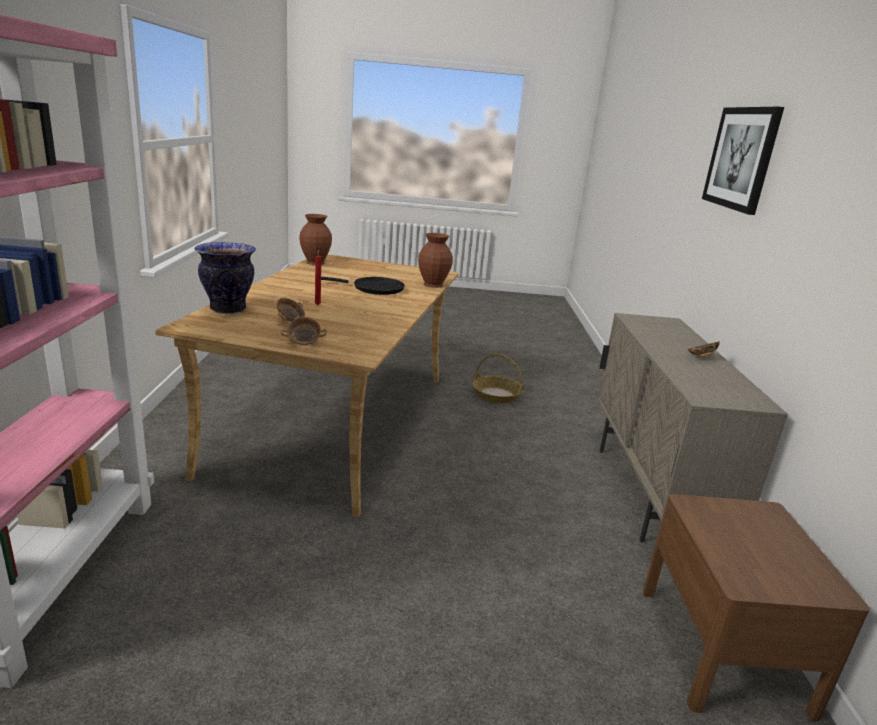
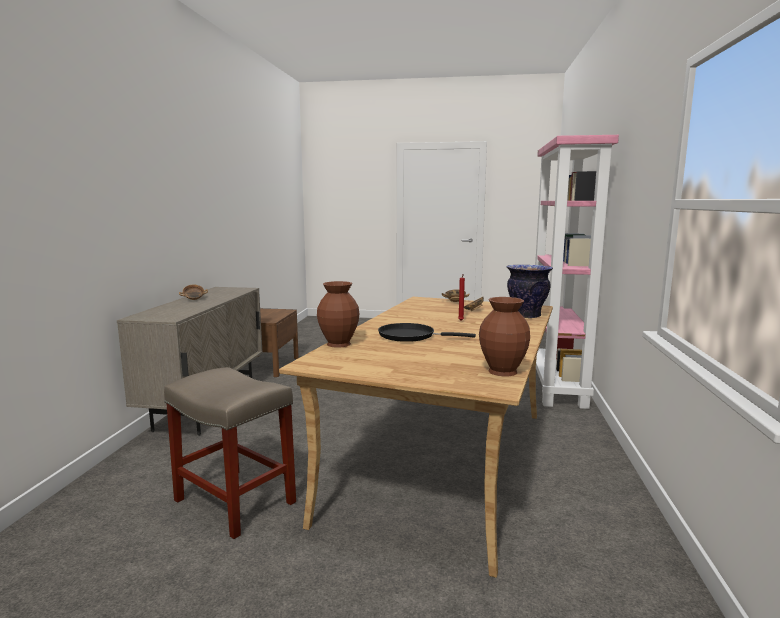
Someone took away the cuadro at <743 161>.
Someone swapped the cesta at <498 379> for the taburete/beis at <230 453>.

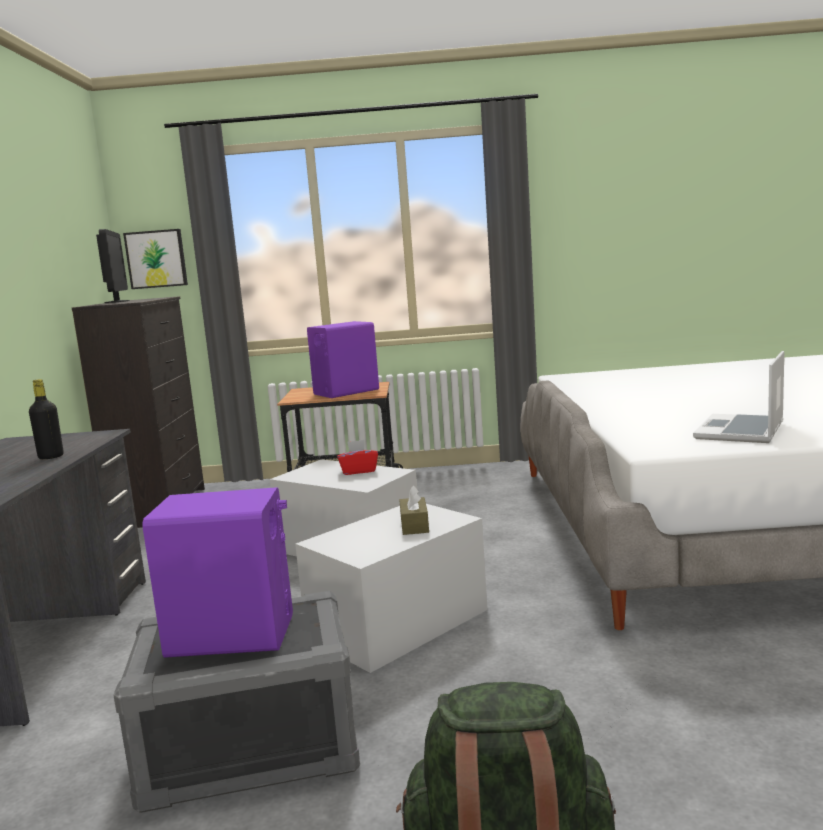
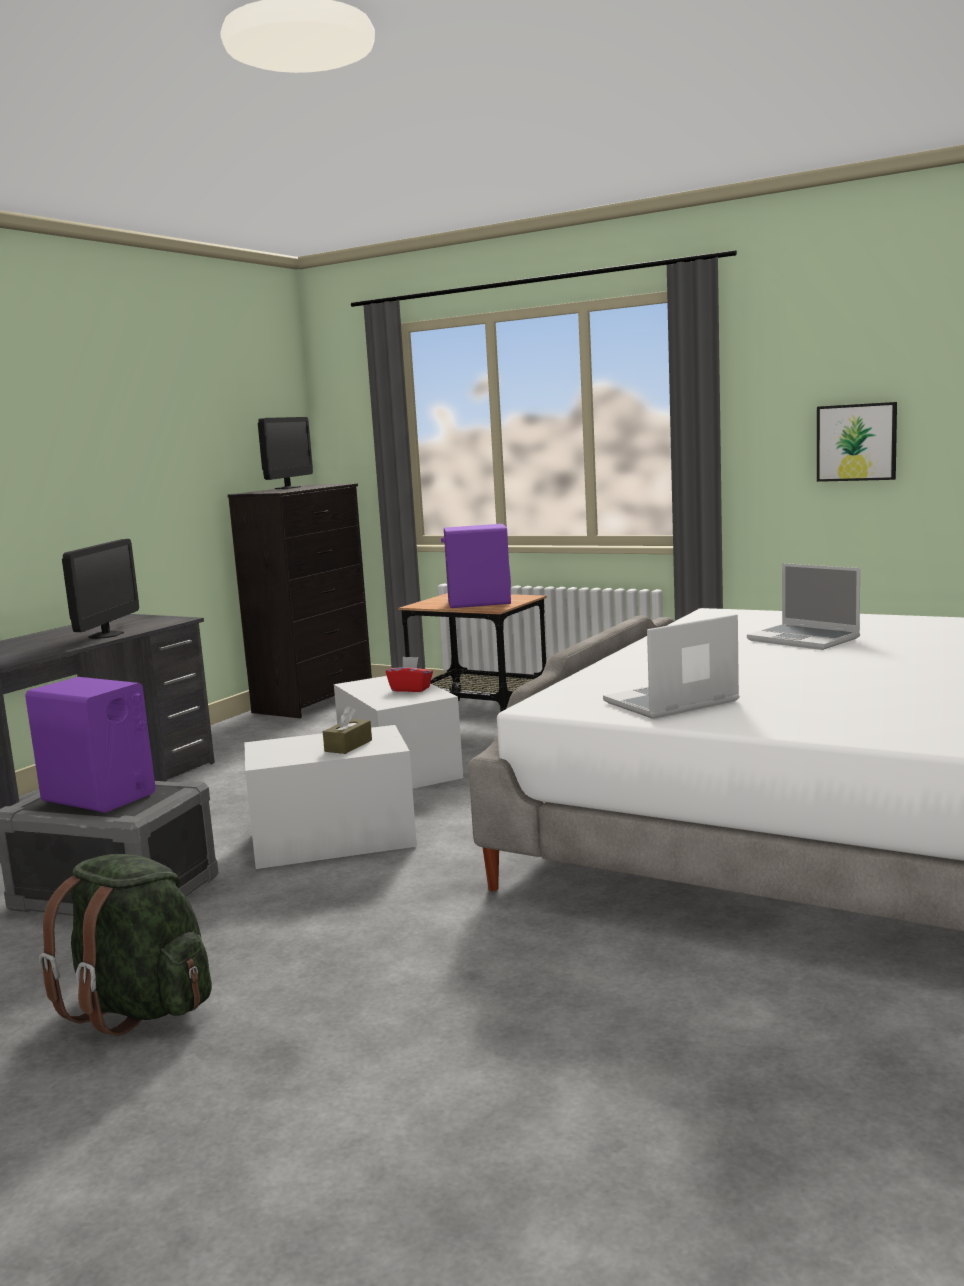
Someone put down the portátil at <803 606>.
Someone carried the cuadro from <155 259> to <857 442>.
Someone swapped the botella/negro at <46 419> for the monitor at <100 589>.

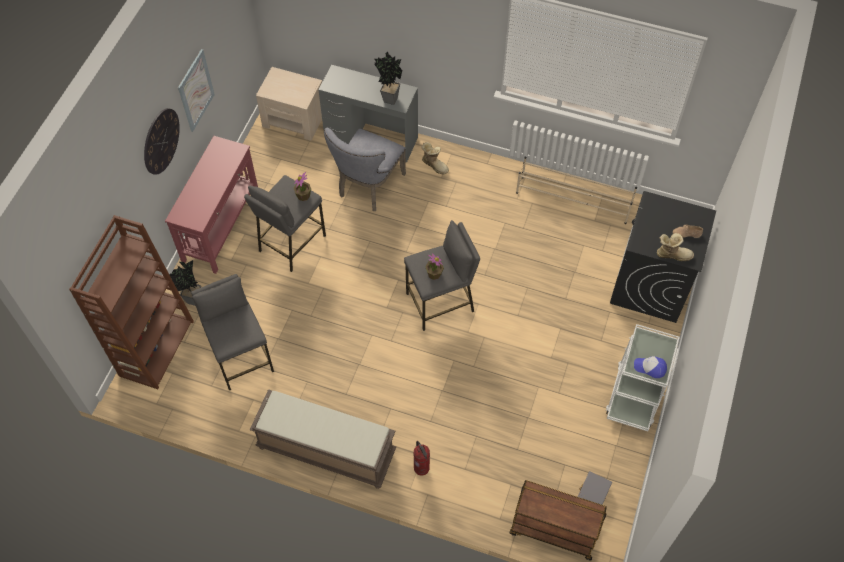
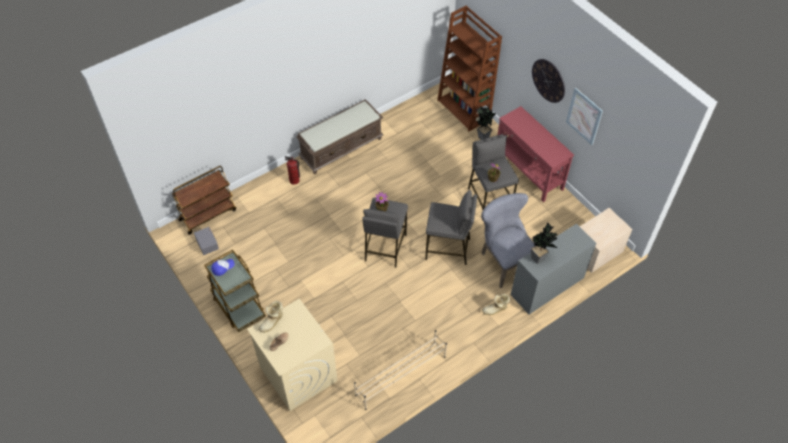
Someone carried the taburete/gris from <232 332> to <451 227>.
Someone repainted the carrito/blanco at <643 377>, which became the carrito/marrón at <235 290>.
Someone repainted the lavadora/negro at <663 257>, which became the lavadora/beis at <292 355>.

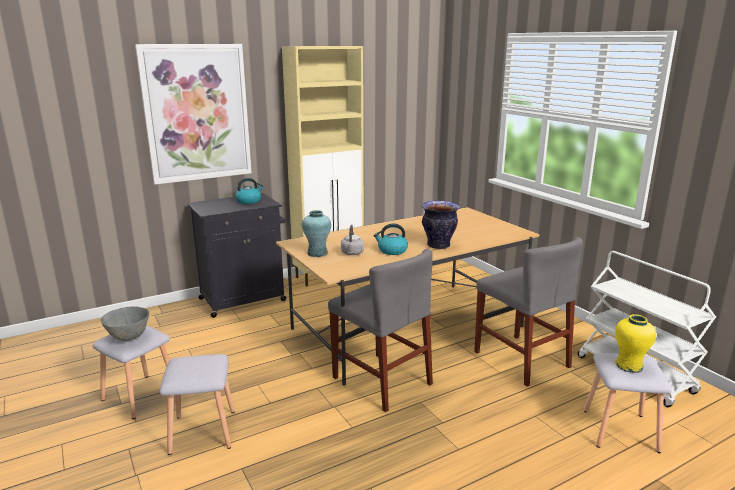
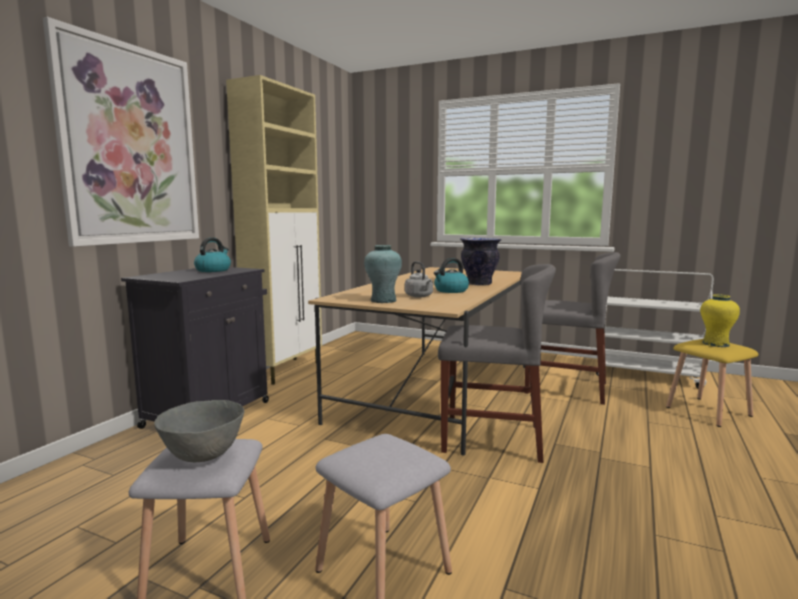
Someone repainted the taburete/gris at <628 403>, which became the taburete/amarillo at <712 383>.

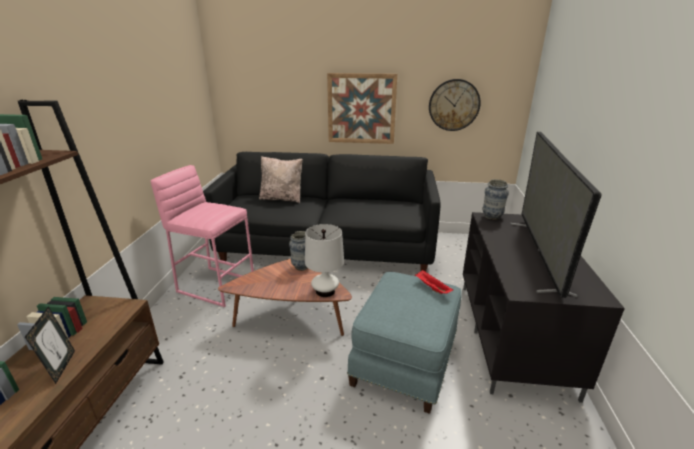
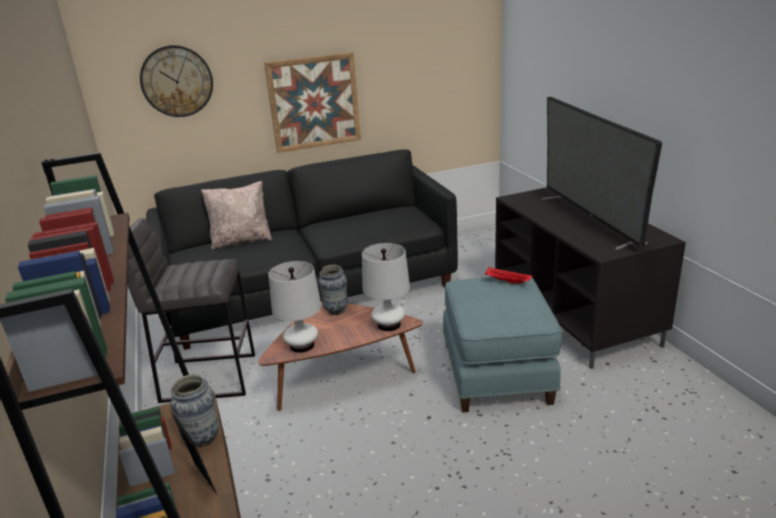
Someone put down the lámpara de mesa/blanco at <294 307>.
Someone carried the reloj de pared from <455 105> to <176 81>.
Someone carried the florero from <495 199> to <194 411>.
Someone repainted the taburete/rosa at <202 236>, which became the taburete/gris at <191 310>.

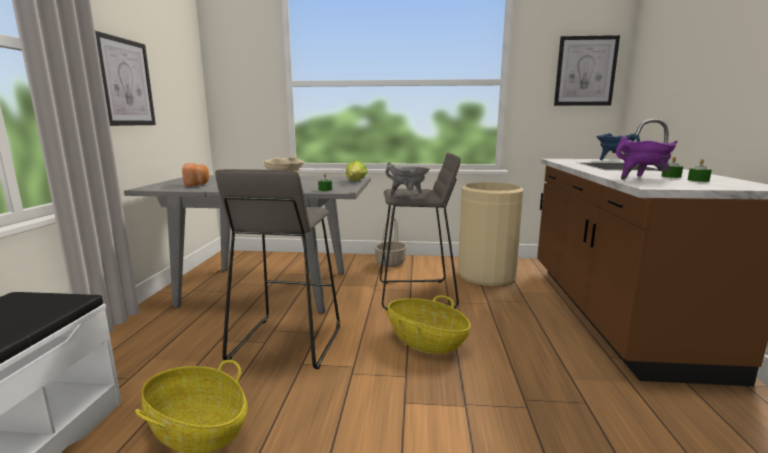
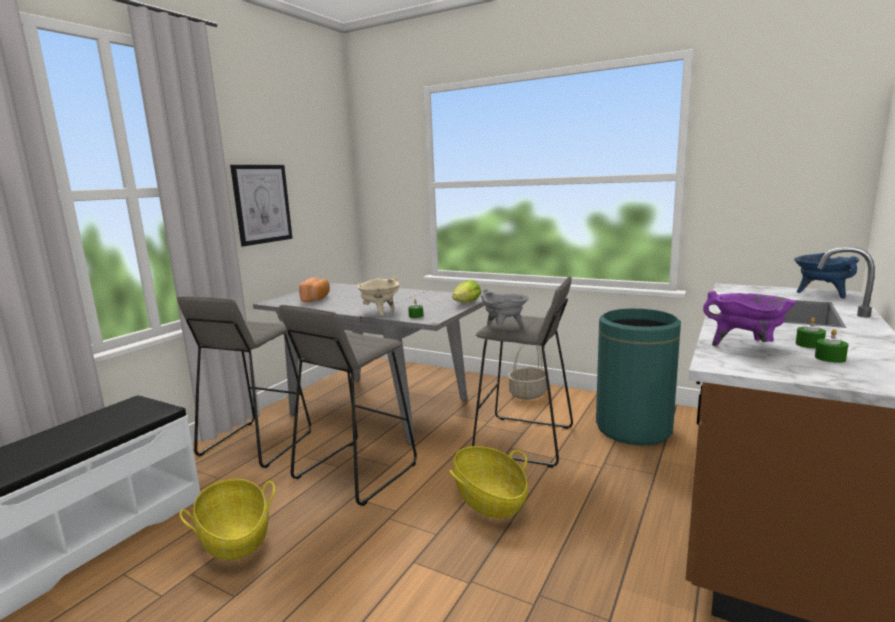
Someone took away the cuadro at <587 70>.
Someone put down the taburete/gris at <244 382>.
Someone repainted the papelera/beis at <490 234>, which became the papelera/verde at <638 377>.

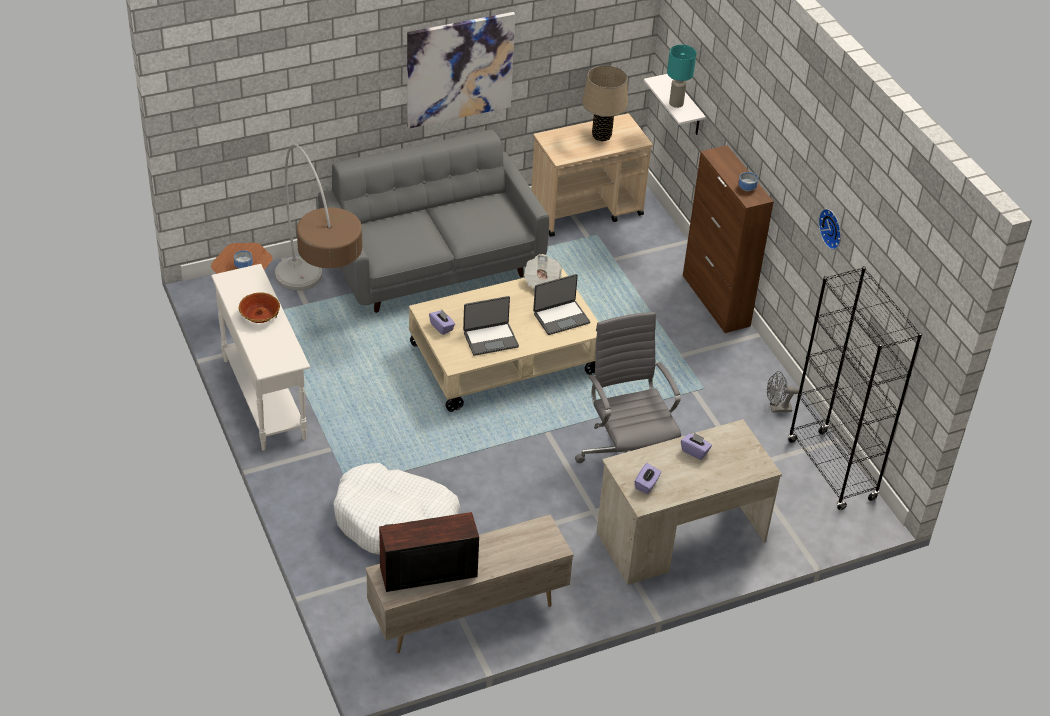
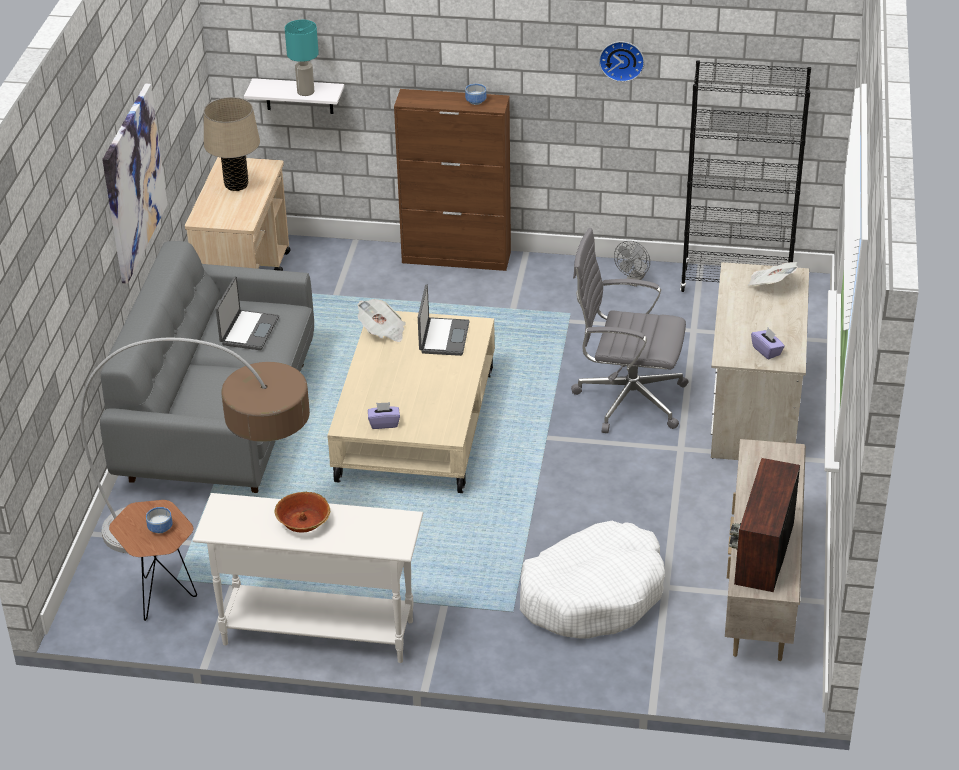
Someone took away the caja de pañuelos/morado at <696 446>.
Someone put down the periódico at <773 274>.
Someone carried the portátil from <491 326> to <247 313>.

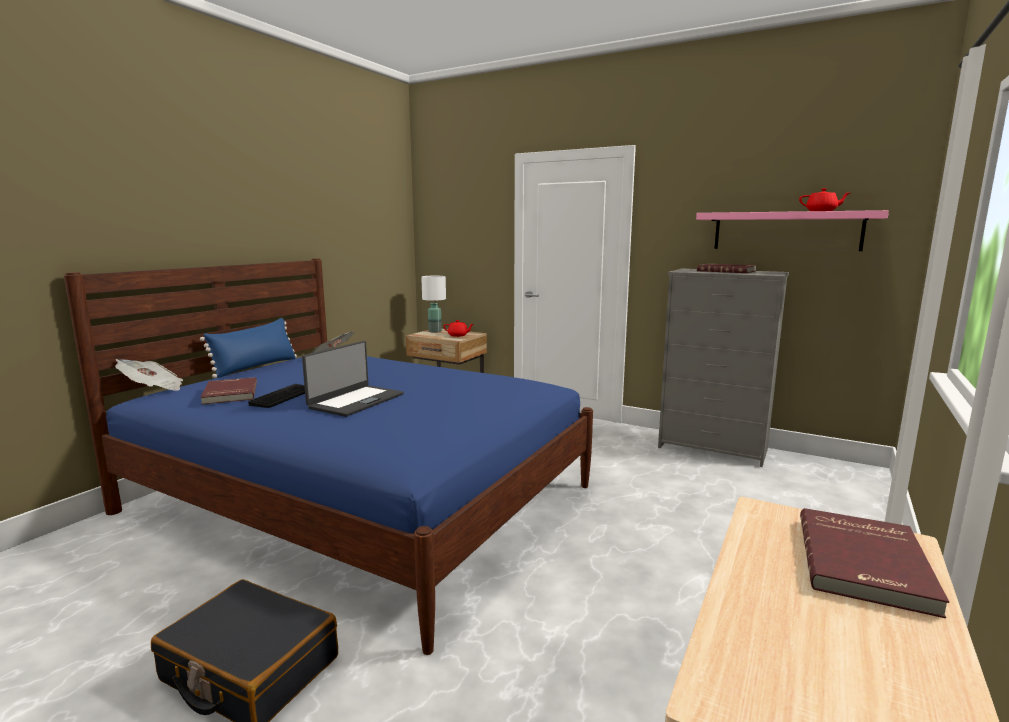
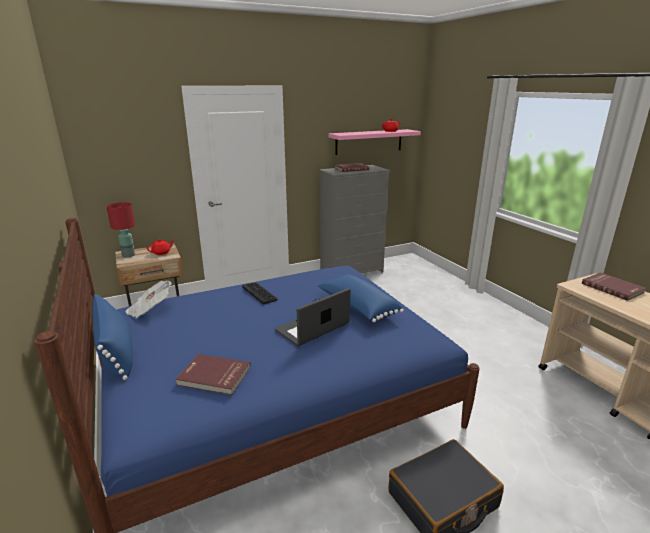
Someone took away the periódico at <149 375>.
Someone put down the cojín/azul at <361 298>.
Someone carried the teclado from <276 396> to <260 294>.
Someone repainted the lámpara de mesa/blanco at <433 304>, which became the lámpara de mesa/rojo at <120 229>.
Someone rotated the portátil at <353 379> by 105 degrees counterclockwise.

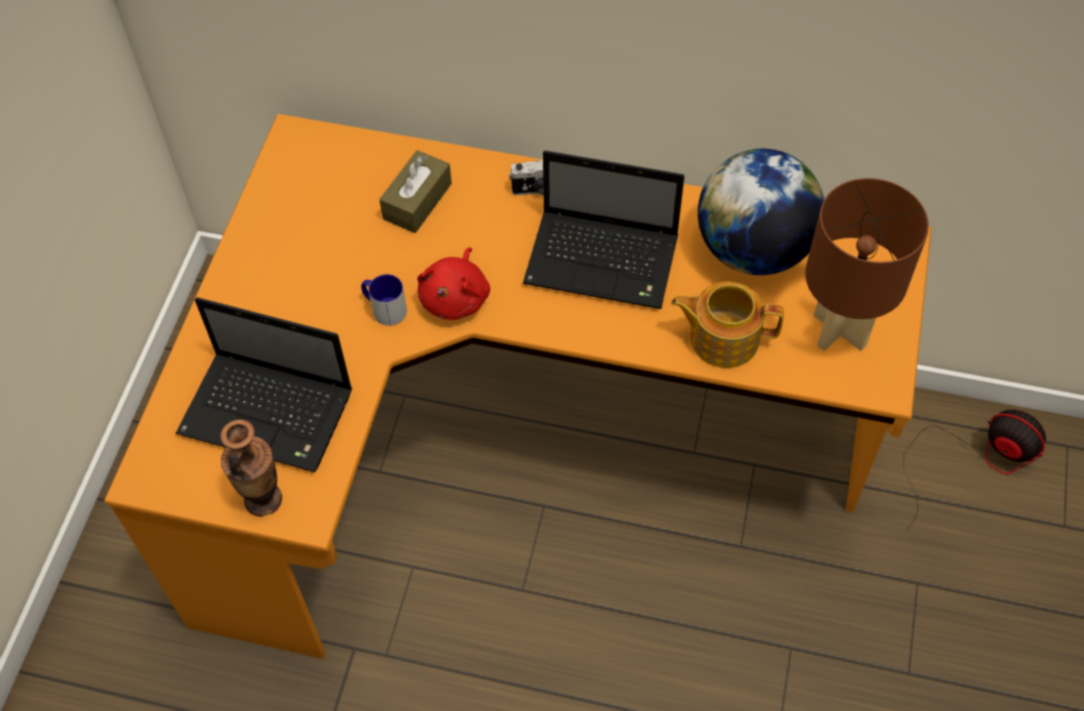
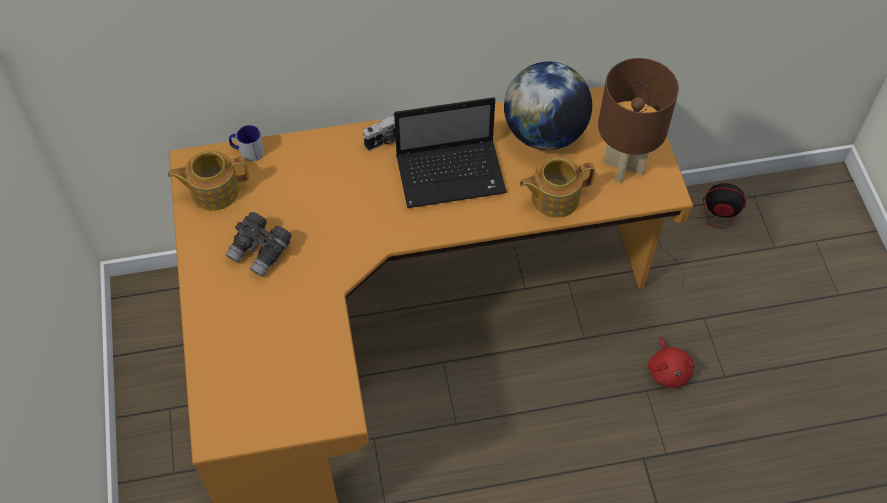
Someone took away the portátil at <264 384>.
Someone took away the florero at <251 468>.
Someone took away the caja de pañuelos/marrón at <415 191>.
Someone put down the tetera at <208 180>.
Someone put down the prismáticos/gris at <258 244>.
Someone carried the taza grande from <384 300> to <246 143>.
Someone carried the peluche/rojo from <453 283> to <671 362>.

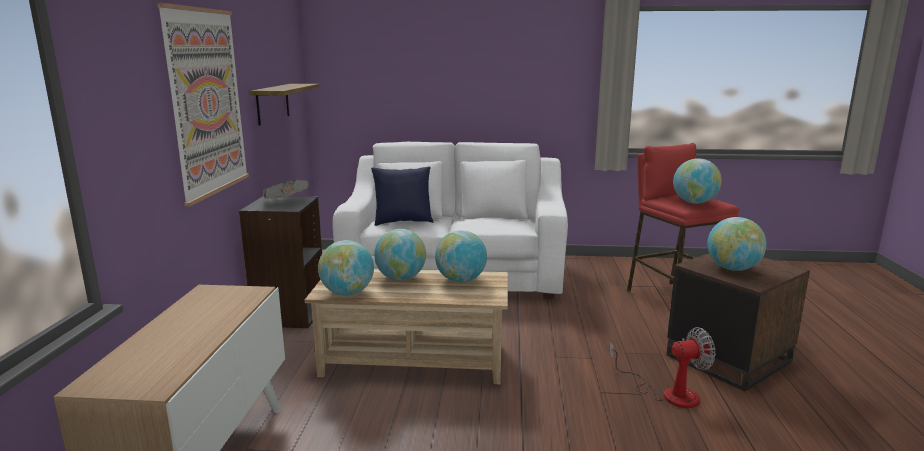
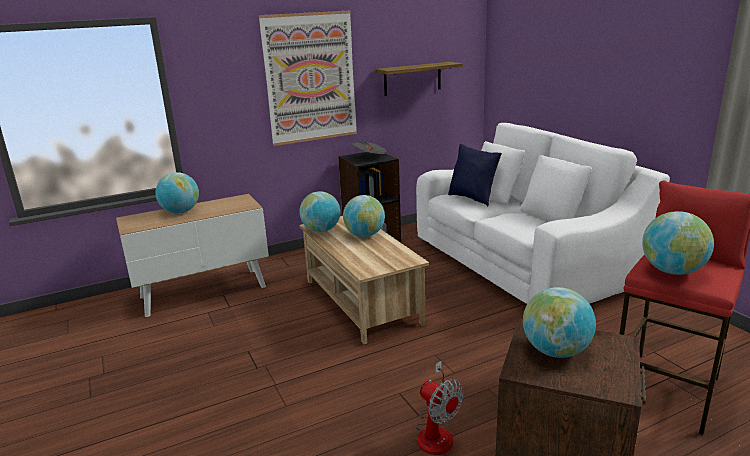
Someone carried the globo terráqueo from <461 256> to <177 192>.

